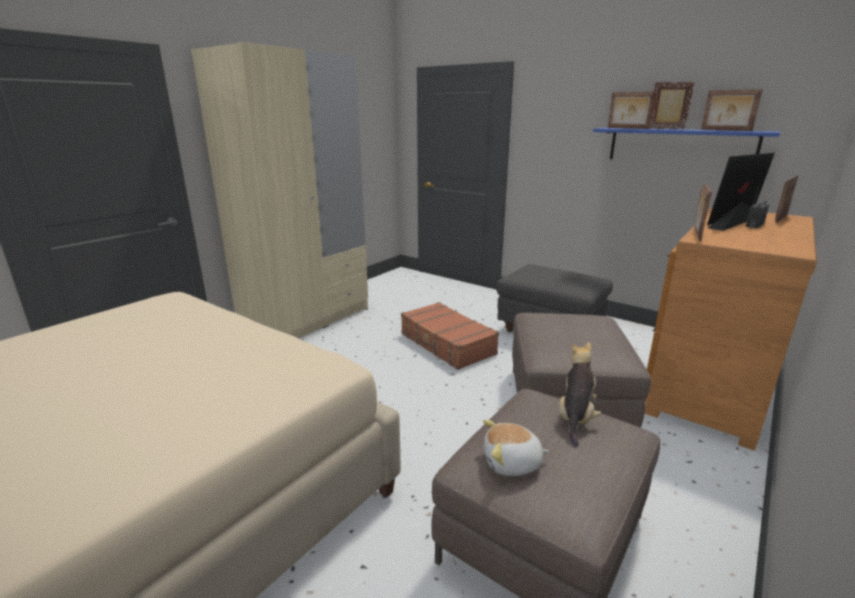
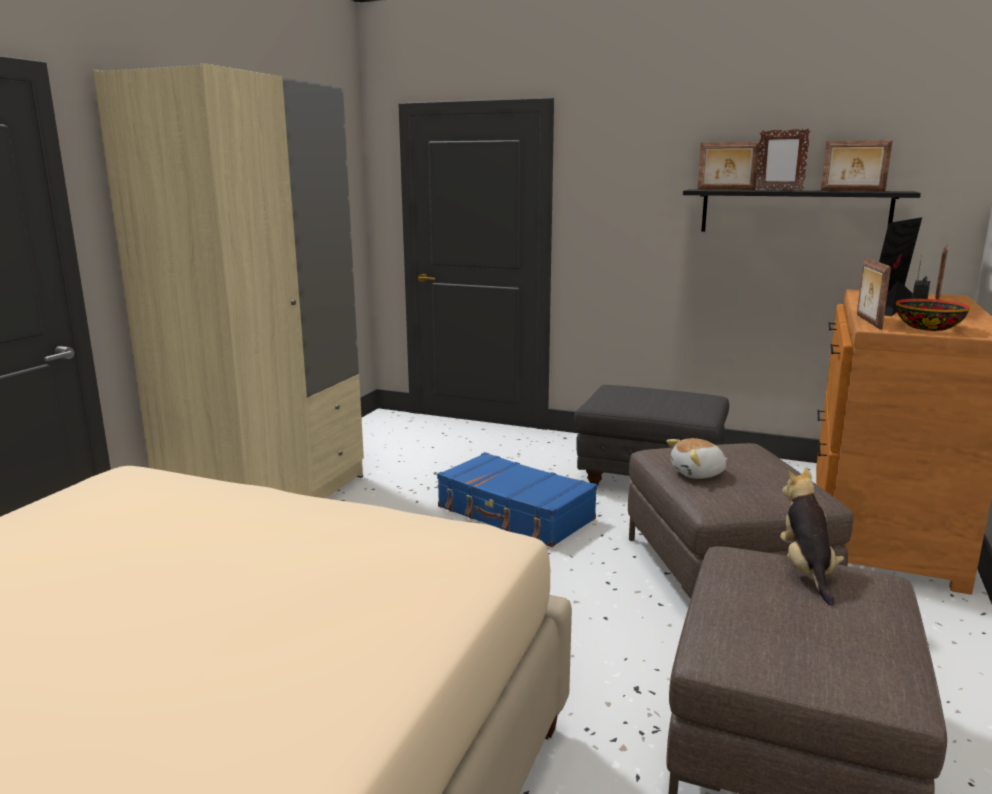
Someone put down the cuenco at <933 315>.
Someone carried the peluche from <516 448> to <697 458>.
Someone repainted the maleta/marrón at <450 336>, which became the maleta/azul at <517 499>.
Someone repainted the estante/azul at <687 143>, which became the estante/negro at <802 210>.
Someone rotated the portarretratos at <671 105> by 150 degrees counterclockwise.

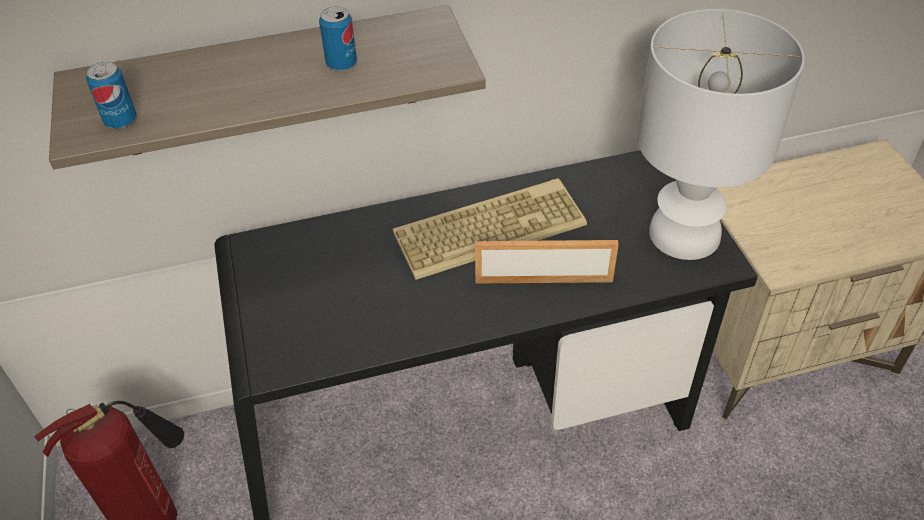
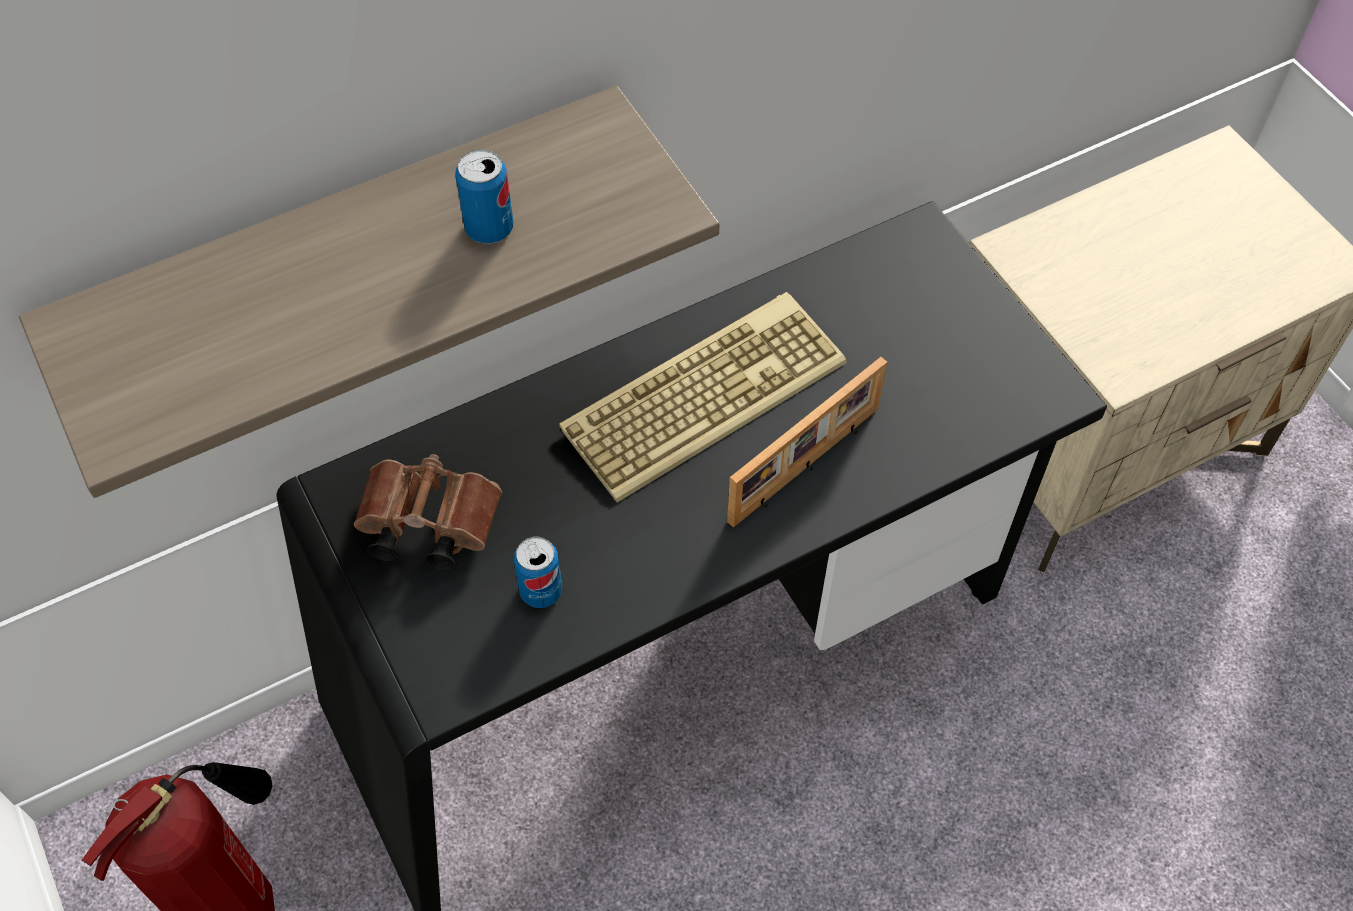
Someone took away the lámpara de mesa/blanco at <721 134>.
Someone put down the prismáticos/marrón at <428 512>.
Someone carried the lata from <111 95> to <538 572>.
Someone rotated the portarretratos at <547 262> by 150 degrees clockwise.

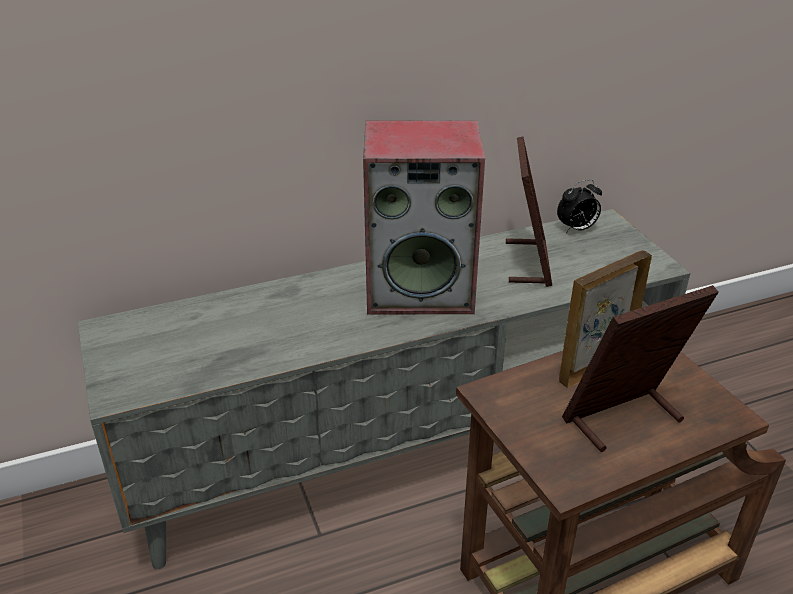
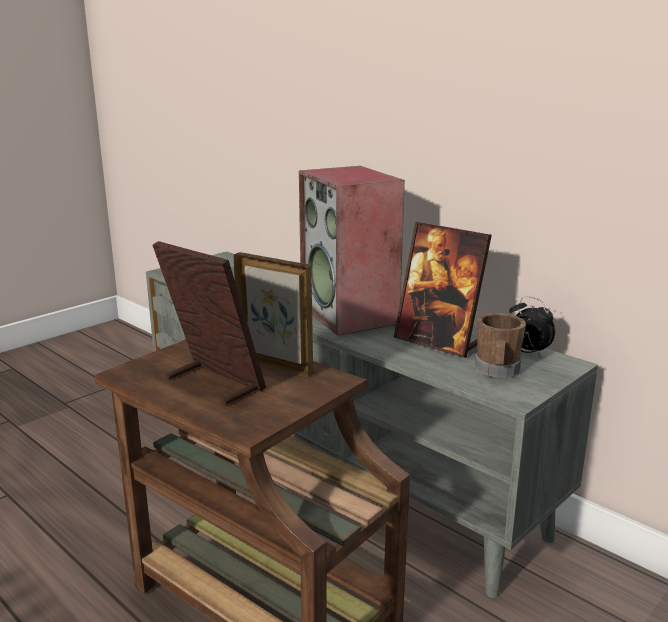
Someone put down the taza grande/marrón at <500 345>.
Someone rotated the portarretratos at <529 211> by 60 degrees clockwise.

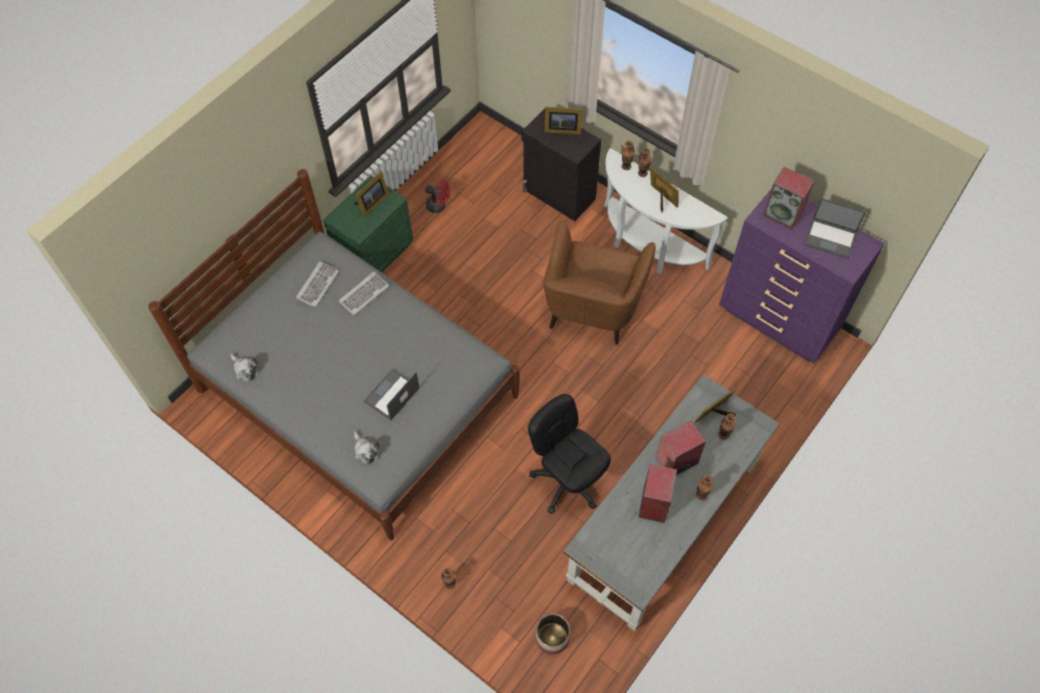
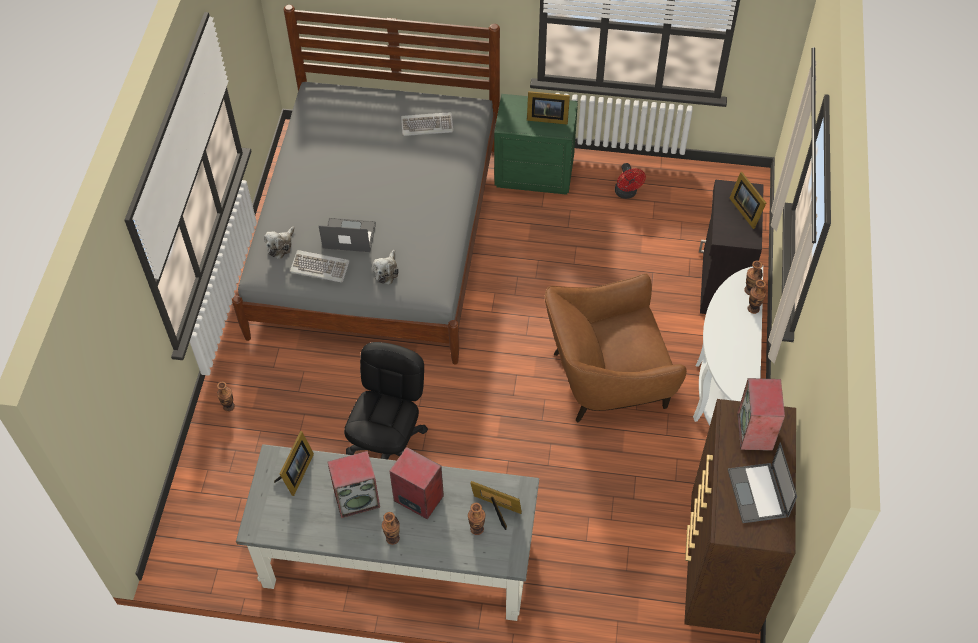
Someone took away the maceta at <553 634>.
Someone carried the peluche from <244 367> to <386 267>.
Someone carried the teclado from <364 293> to <320 266>.
Someone carried the portarretratos from <664 190> to <294 463>.
Someone repainted the cómoda/morado at <802 276>, which became the cómoda/marrón at <740 516>.

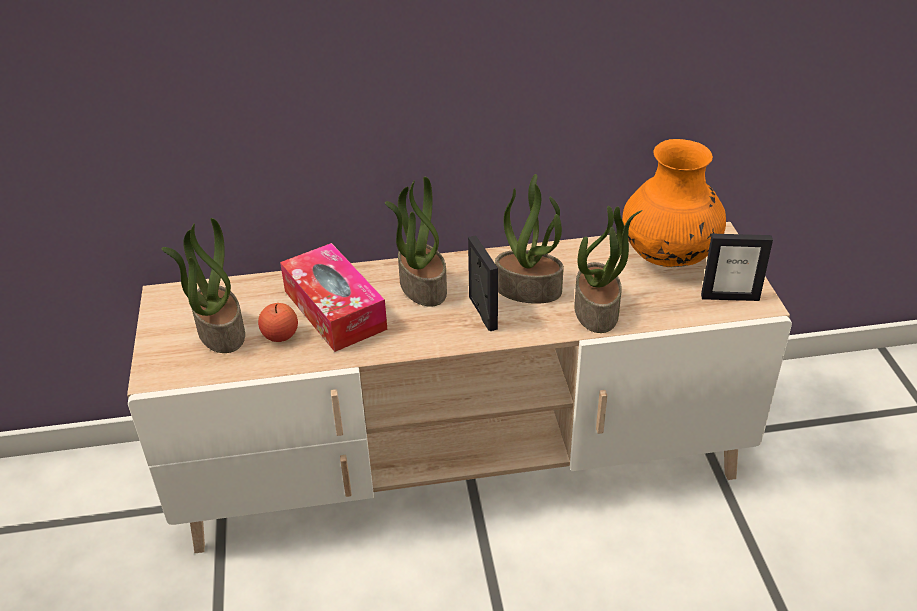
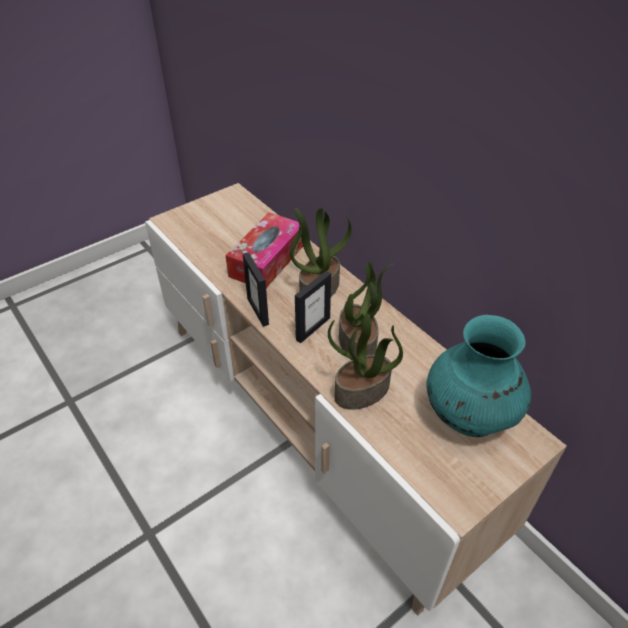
Someone took away the planta en maceta at <203 285>.
Someone took away the manzana at <278 322>.
Someone carried the portarretratos from <737 267> to <256 289>.
Someone repainted the florero/naranja at <674 203>, which became the florero/turquesa at <478 376>.

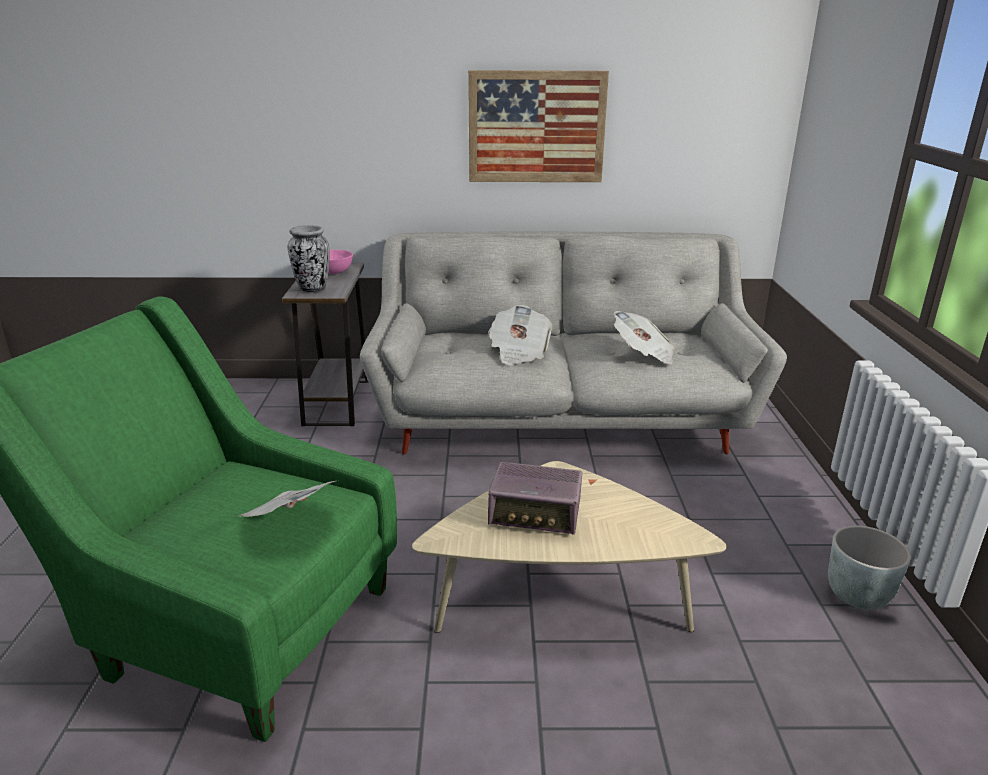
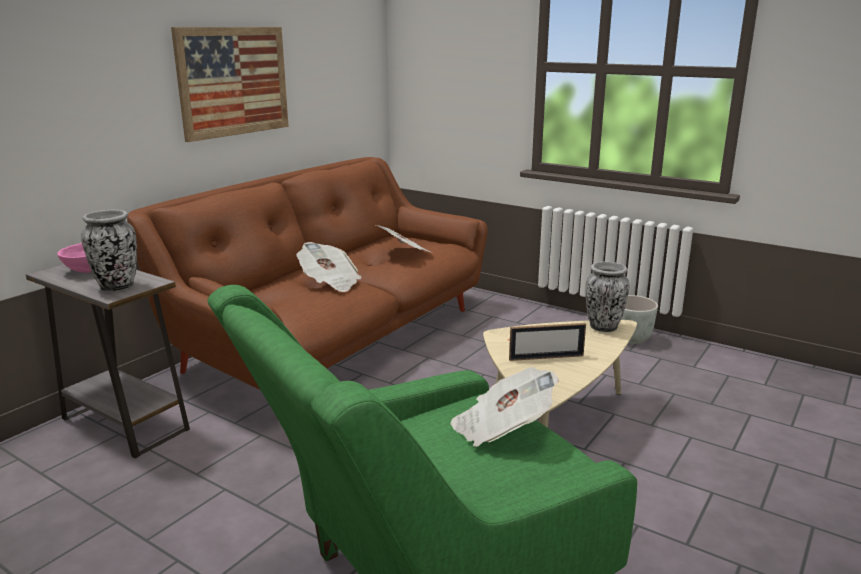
Someone put down the florero at <607 296>.
Someone swapped the radio at <535 498> for the portarretratos at <547 342>.
Someone repainted the sofá/gris at <573 342>, which became the sofá/marrón at <307 273>.

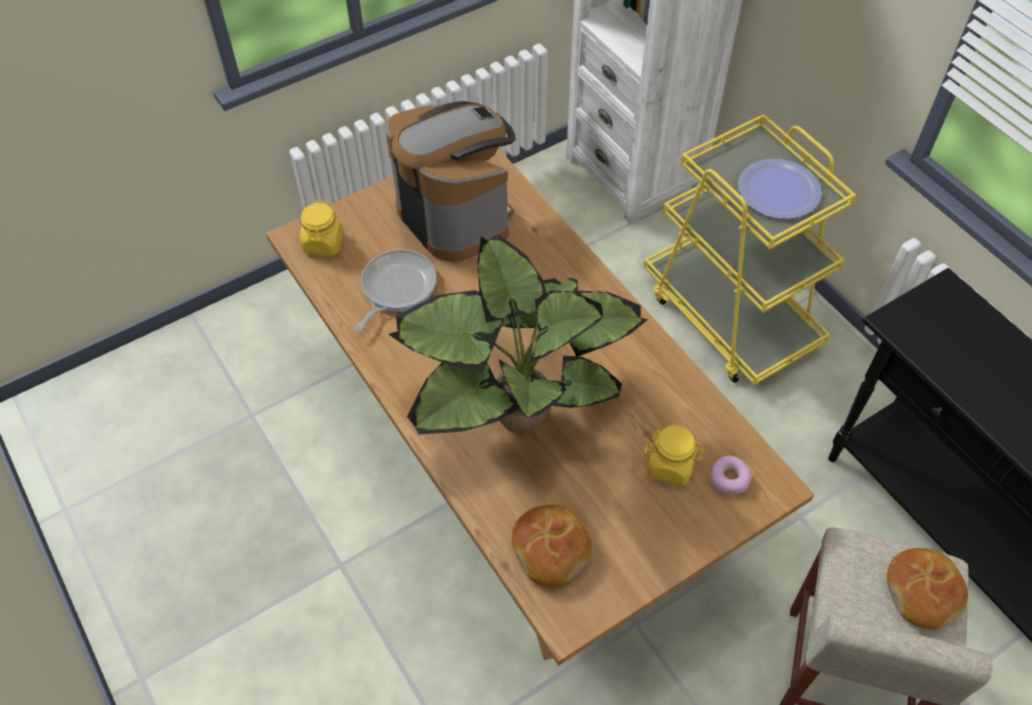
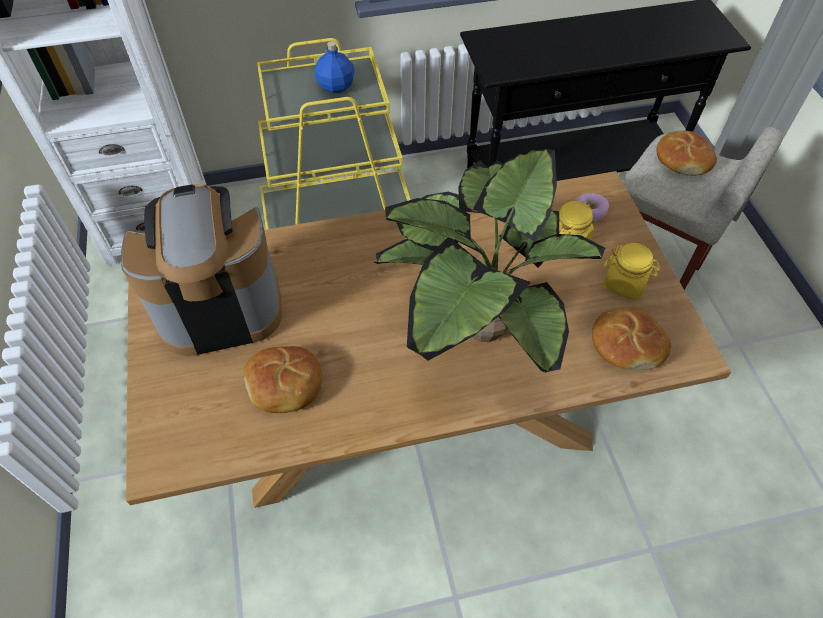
Someone carried the tarro/amarillo from <322 228> to <631 271>.
Someone swapped the sartén at <396 291> for the pan at <282 379>.
Someone swapped the plato at <780 189> for the botella/azul at <334 67>.

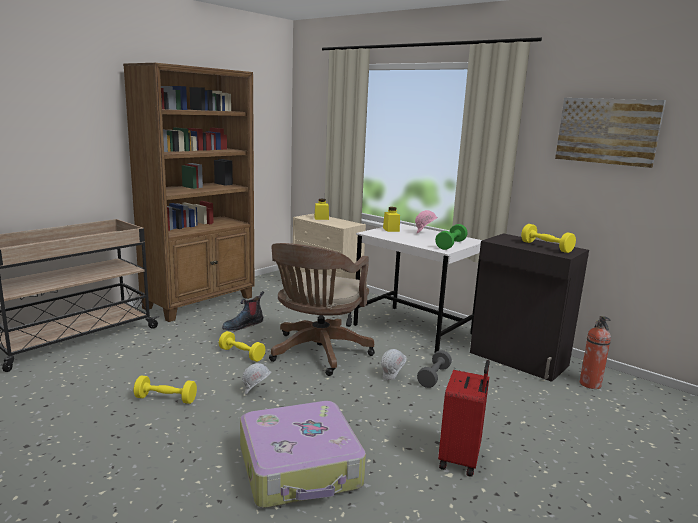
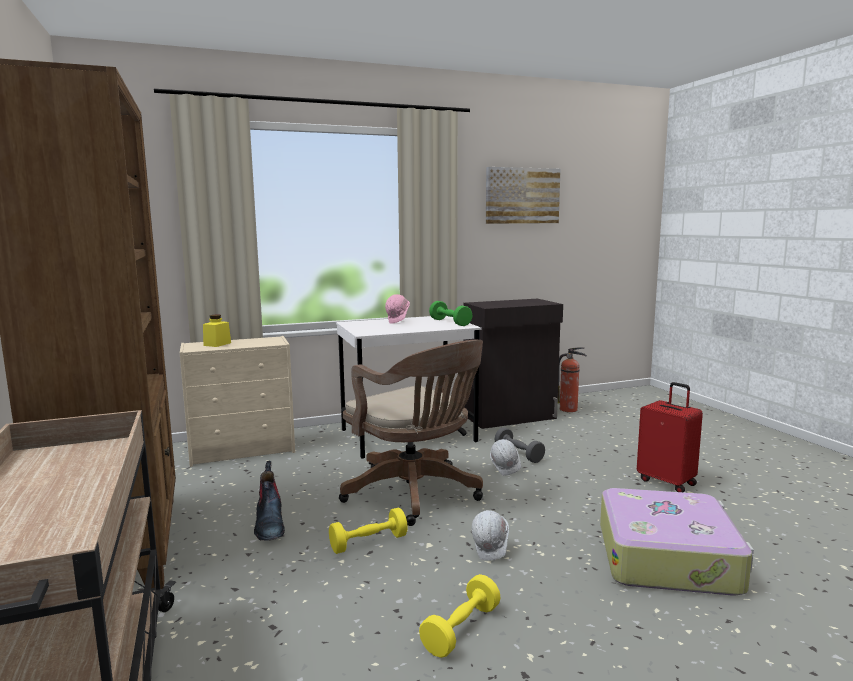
Someone took away the tarro/amarillo at <391 219>.
Someone took away the mancuerna/amarillo at <548 238>.

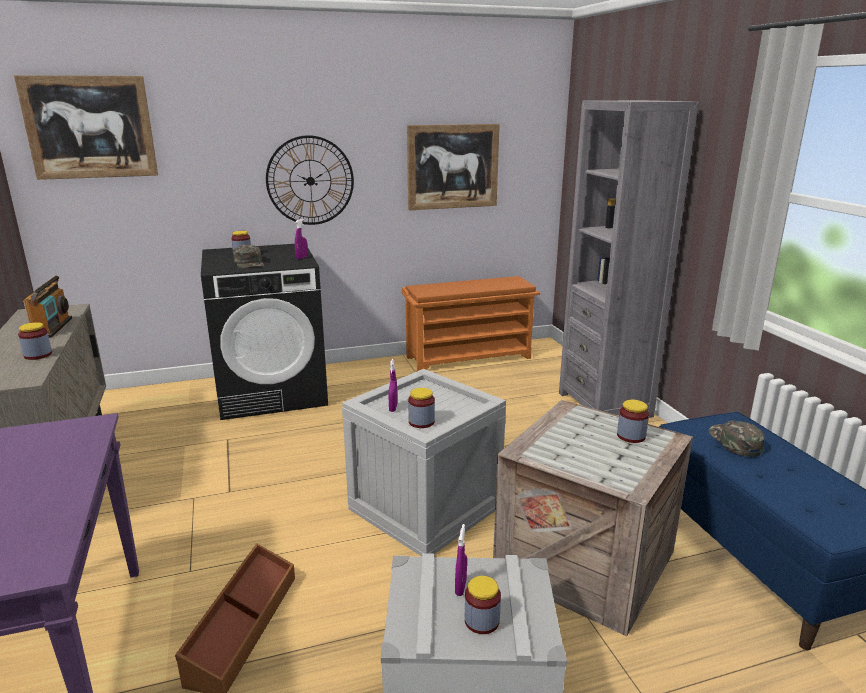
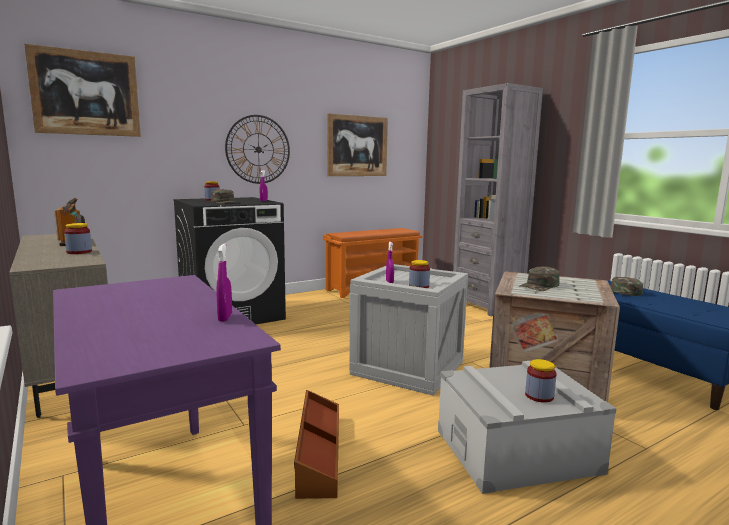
Someone took away the tarro at <633 421>.
Someone put down the gorra/verde at <539 279>.
Someone carried the pulverizador/morado from <461 560> to <224 282>.

